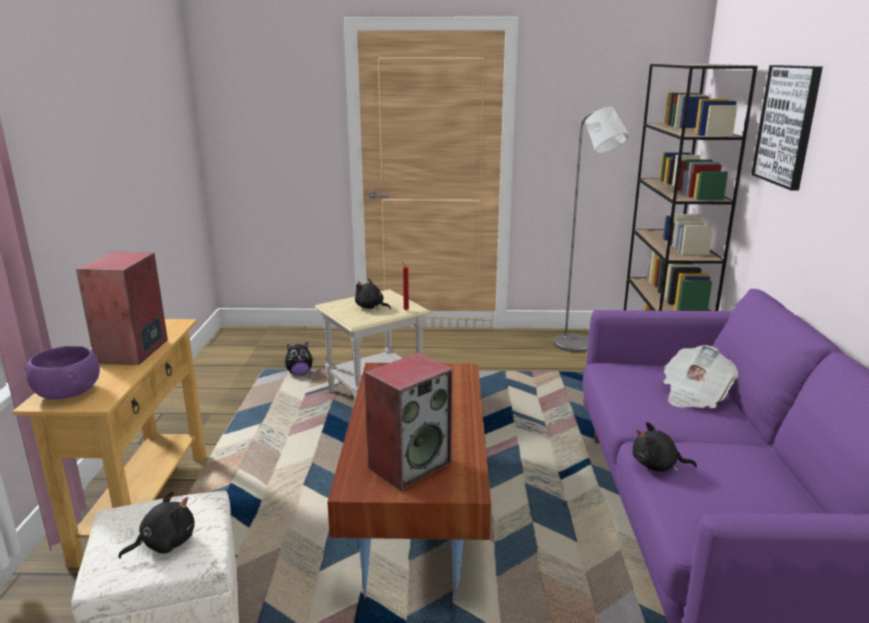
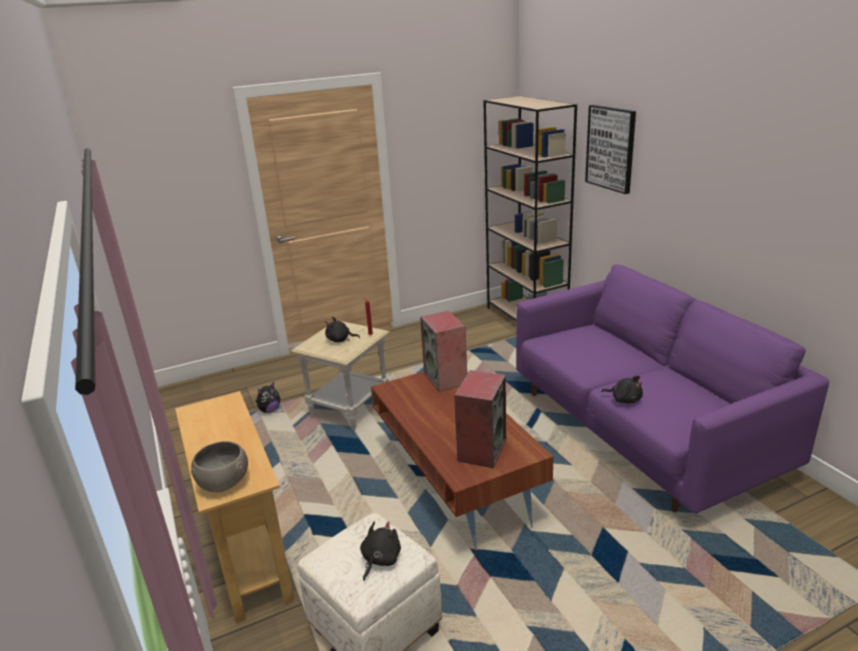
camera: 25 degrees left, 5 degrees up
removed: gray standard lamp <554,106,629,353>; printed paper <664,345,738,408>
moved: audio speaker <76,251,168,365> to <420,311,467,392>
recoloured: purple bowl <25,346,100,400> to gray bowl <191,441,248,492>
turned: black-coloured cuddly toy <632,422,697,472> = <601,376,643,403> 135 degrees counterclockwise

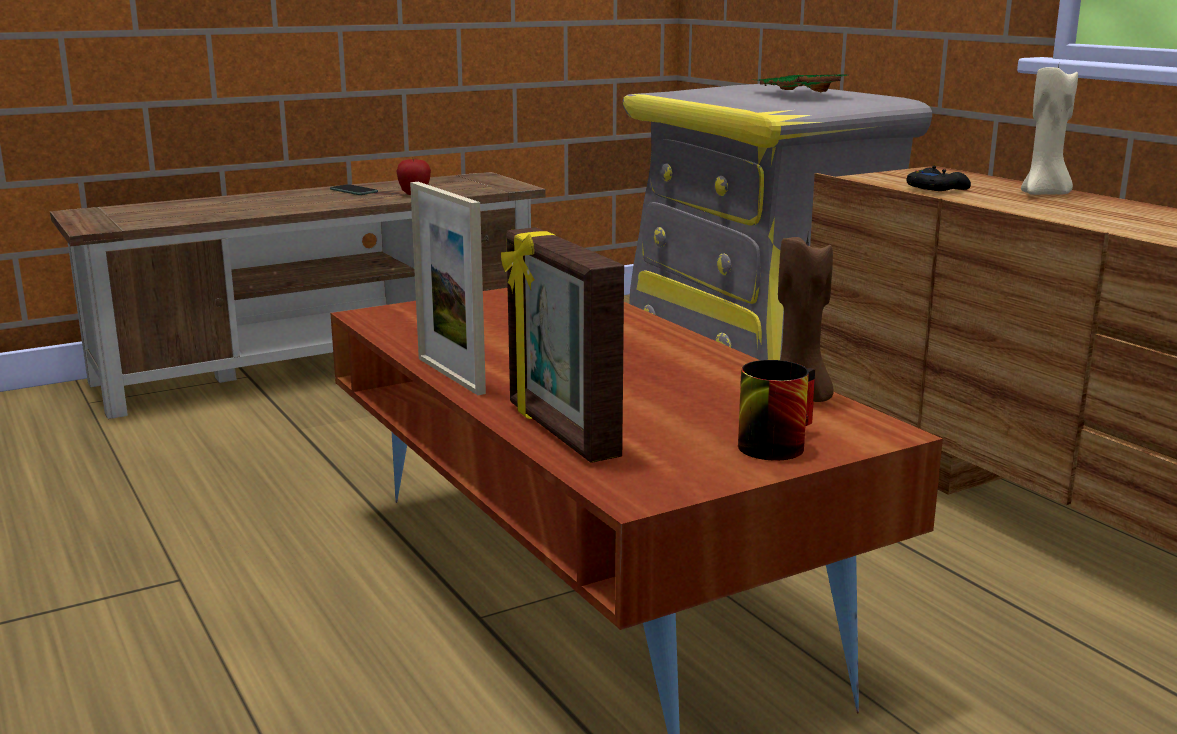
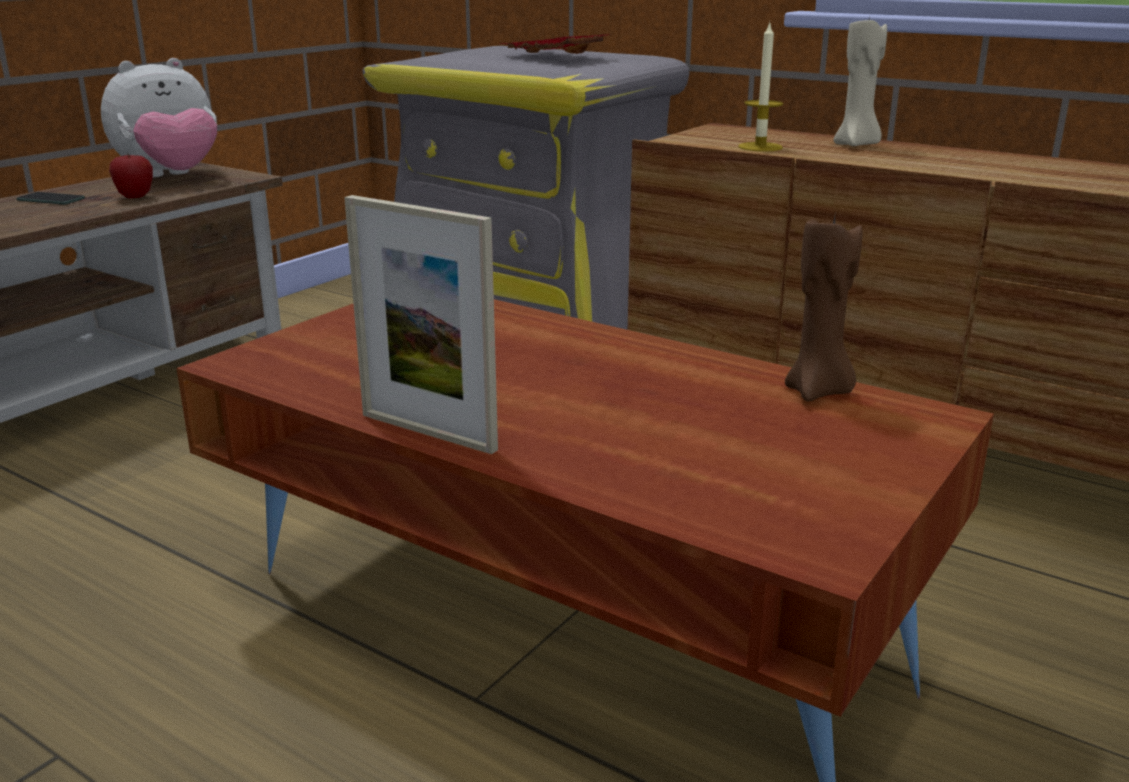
camera: 25 degrees left, 5 degrees up
removed: picture frame <501,227,624,463>; tea mug <738,360,815,460>
added: cuddly toy <101,58,217,178>
replaced: black-coloured game controller <907,166,971,191> to wax candle <738,21,783,152>
recoloured: greenish serving tray <758,74,847,92> to red-coloured serving tray <500,34,613,54>

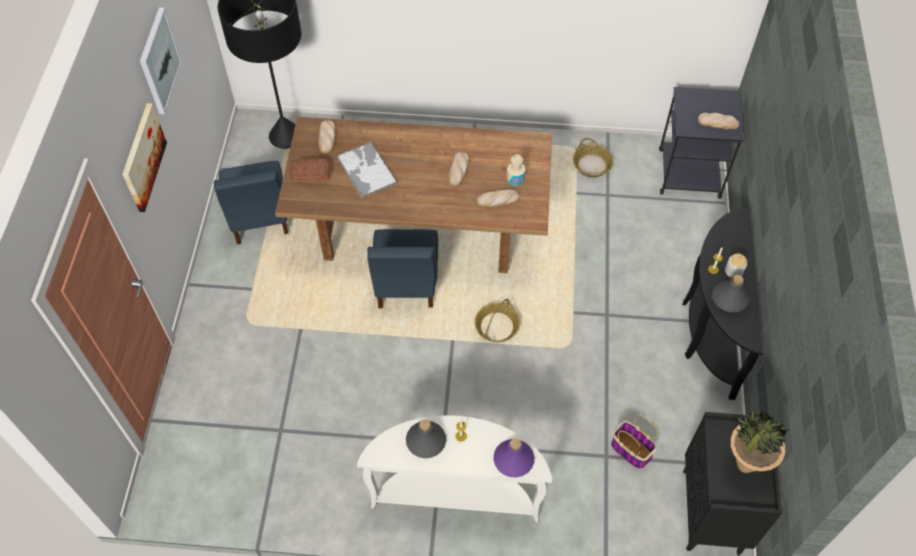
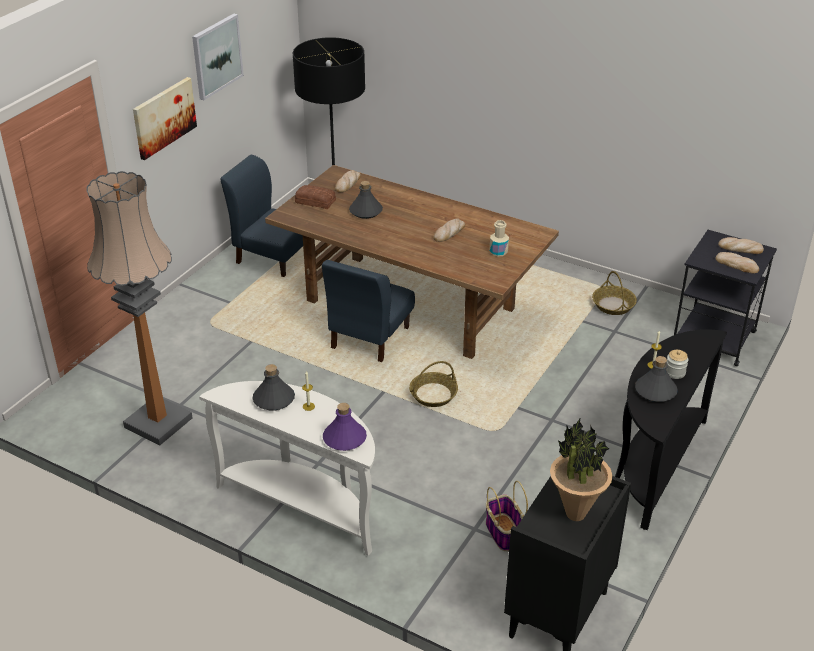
camera: 25 degrees right, 20 degrees down
added: standard lamp <87,171,193,445>
moved: bakery bread <477,189,520,207> to <718,237,764,254>
replaced: serving tray <337,142,398,198> to gray bottle <349,181,383,219>
turned: bluish upright chair <214,161,289,245> = <220,155,303,277> 105 degrees clockwise

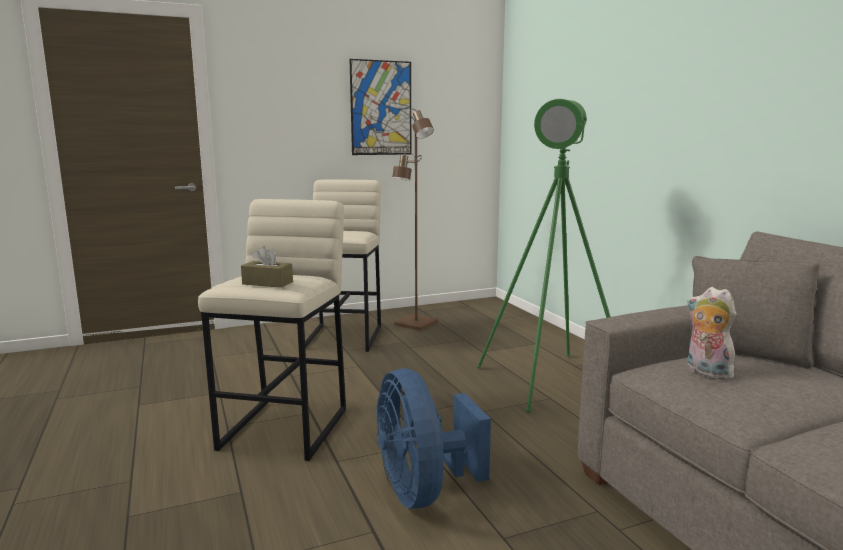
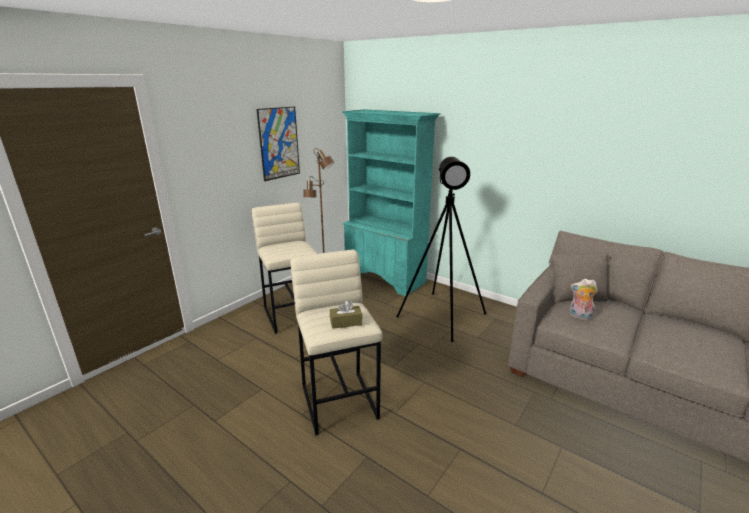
camera: 30 degrees left, 10 degrees up
removed: bluish fan <376,369,491,509>
added: turquoise bookcase <342,109,441,296>
recoloured: greenish standard lamp <477,99,611,413> to black-coloured standard lamp <396,157,487,342>

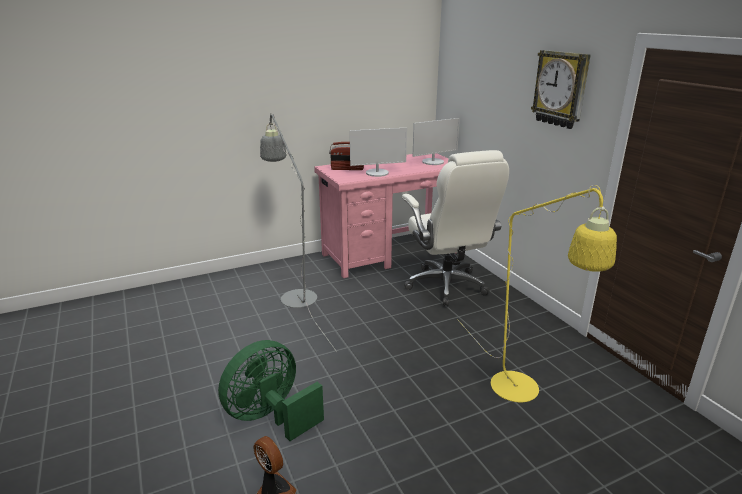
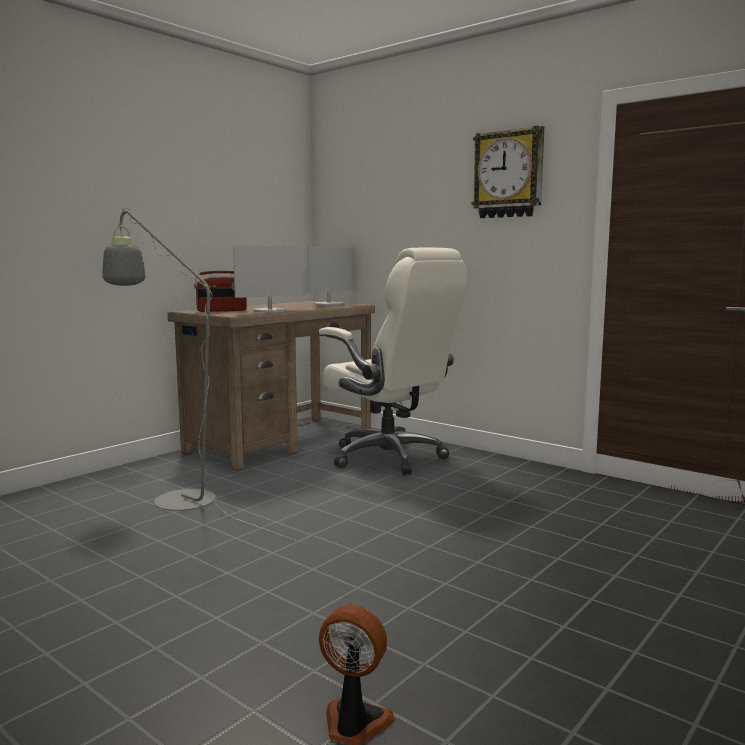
camera: 25 degrees left, 15 degrees down
removed: greenish fan <218,340,324,441>; yellow standard lamp <457,185,617,402>
recoloured: pink desk table <314,153,456,278> to brown-coloured desk table <168,301,375,471>

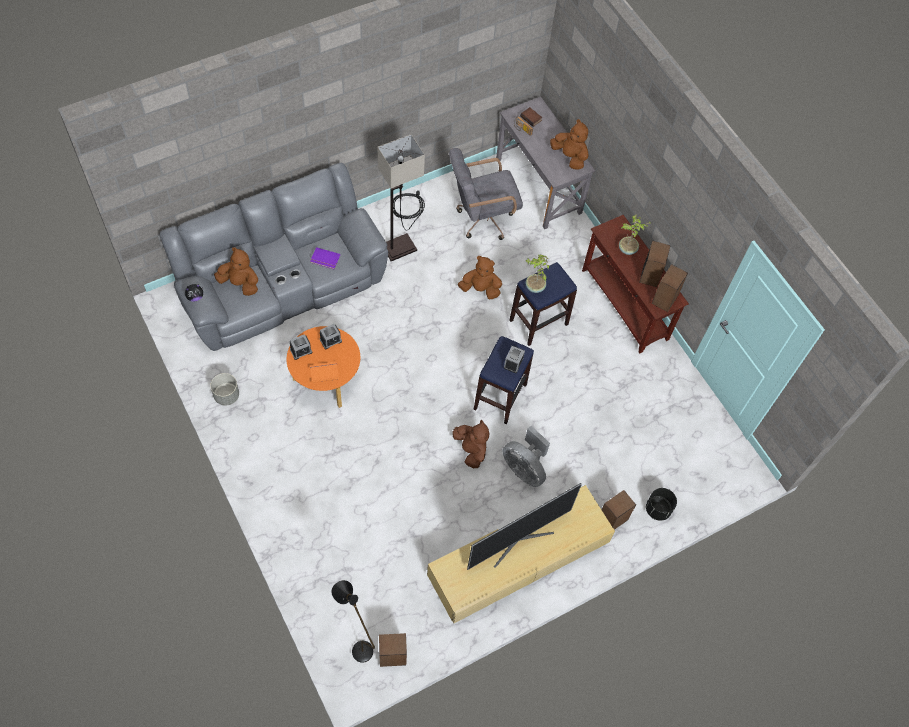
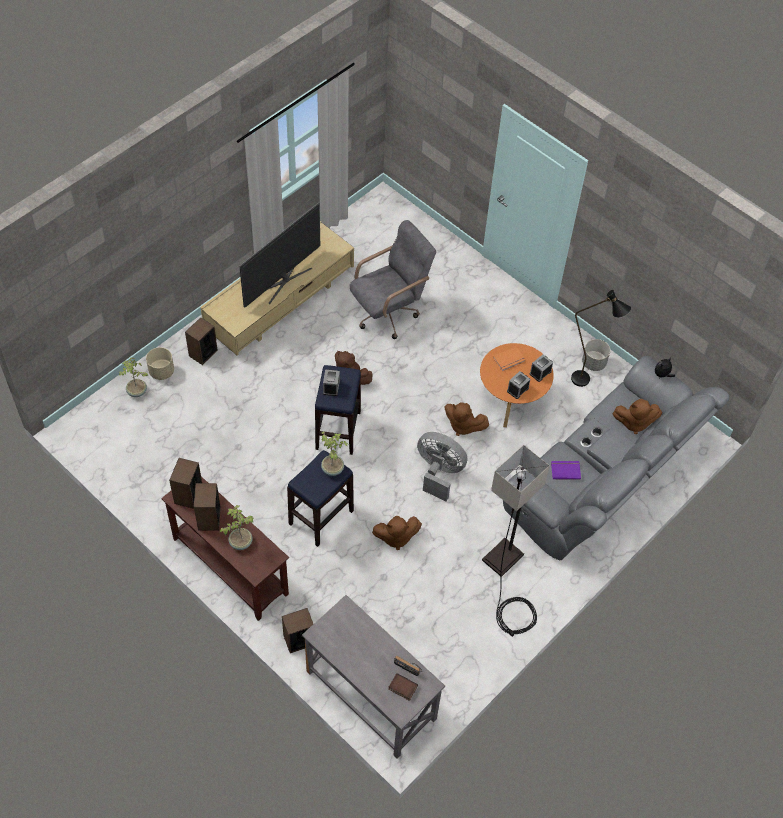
camera: 165 degrees right, 5 degrees down
added: potted plant <119,357,148,397>
moved: black-coloured standard lamp <332,580,375,663> to <571,290,631,387>; audio speaker <379,633,407,667> to <282,608,313,653>; gray computer chair <449,148,523,240> to <350,220,436,339>; gray fan <503,426,550,487> to <417,432,467,502>; brown-coloured cuddly toy <550,119,589,170> to <445,402,489,436>
recoloured: black-coloured planter <646,488,677,521> to beige-coloured planter <146,347,174,380>

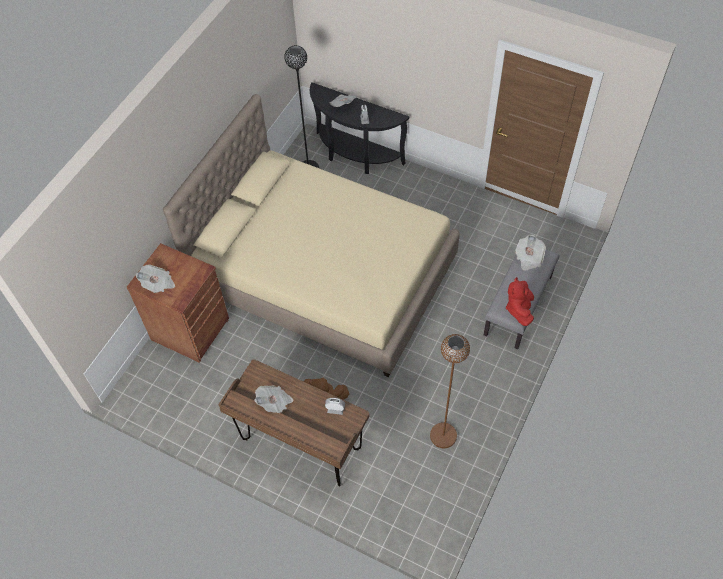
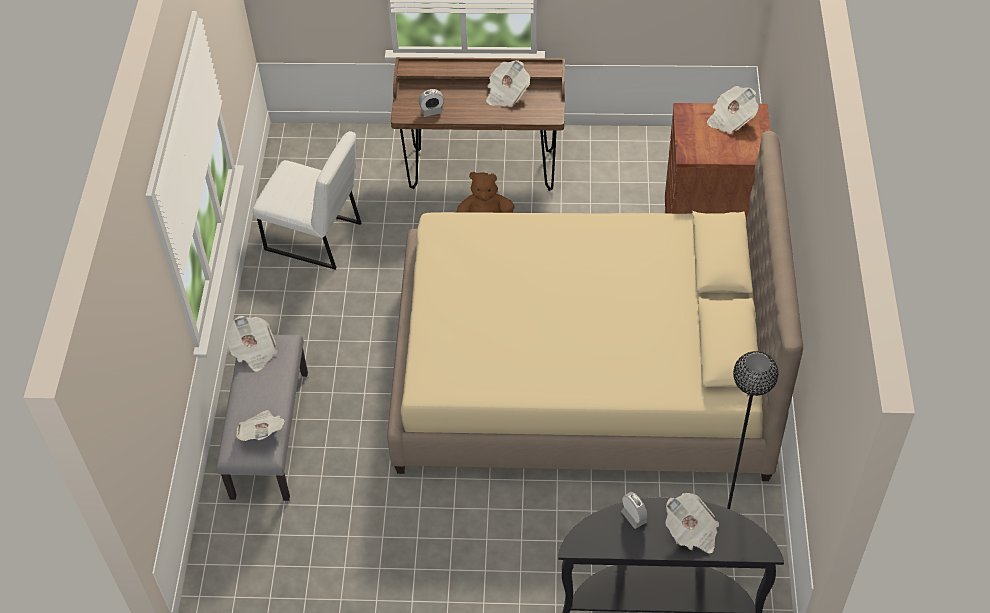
camera: 155 degrees right, 5 degrees down
replaced: brown-coloured standard lamp <430,334,470,448> to white upright chair <253,131,361,270>; red-coloured cuddly toy <506,277,534,326> to printed paper <225,315,277,371>

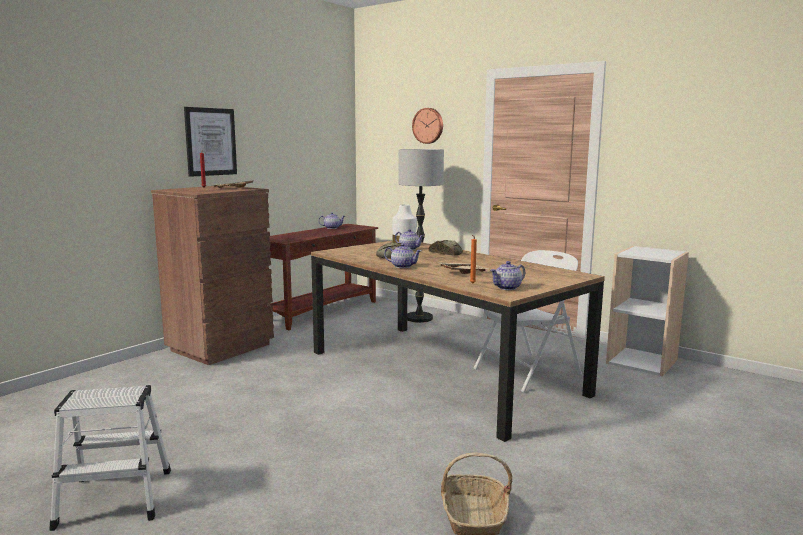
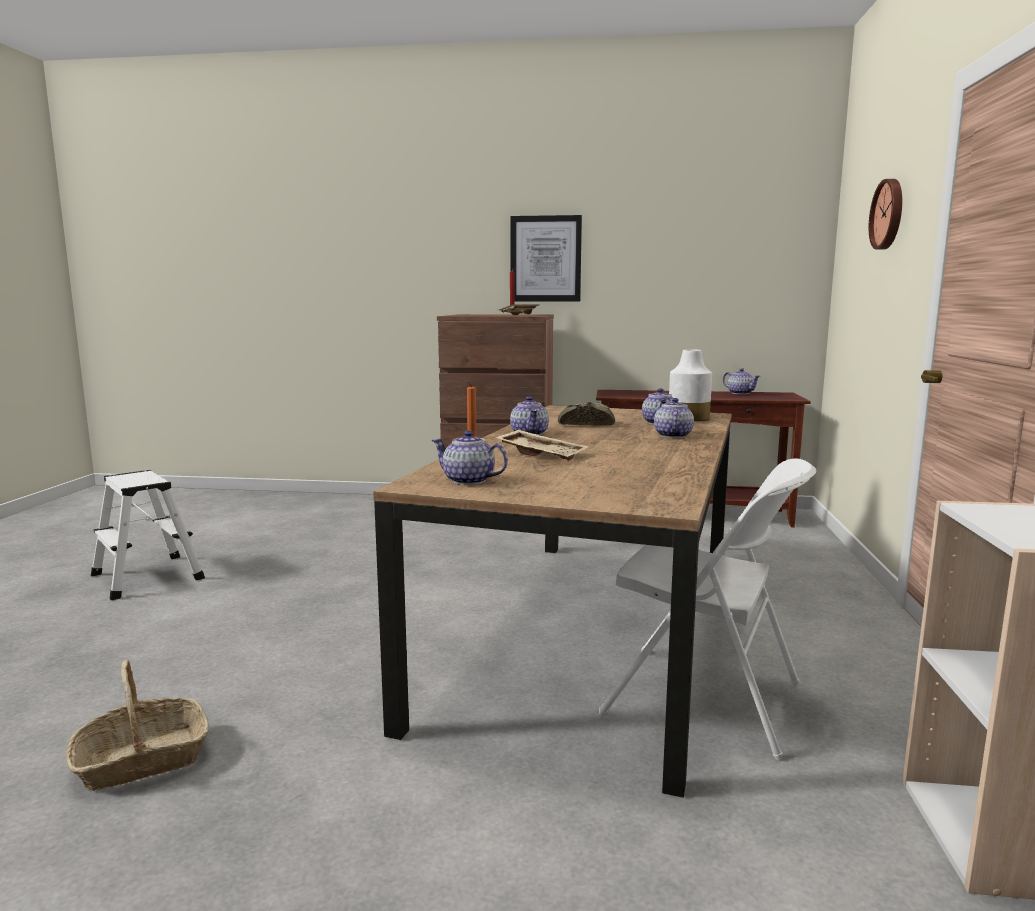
camera: 60 degrees right, 0 degrees up
removed: standard lamp <398,149,444,323>
replaced: bakery bread <429,240,463,256> to tea pot <654,398,694,438>

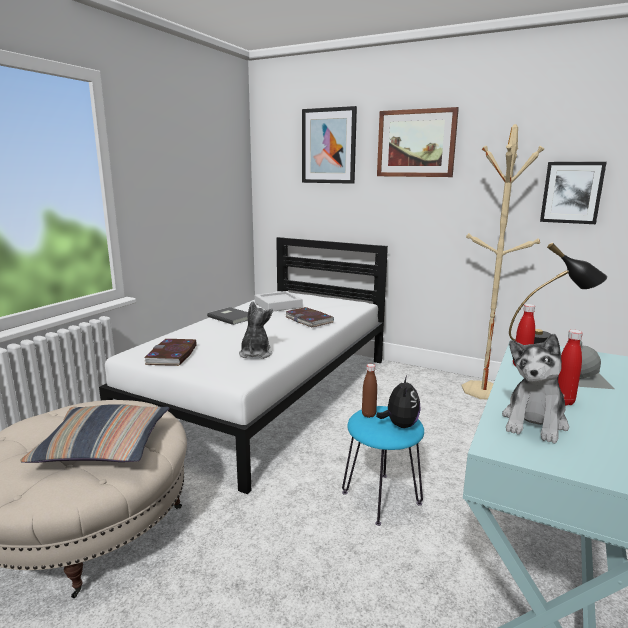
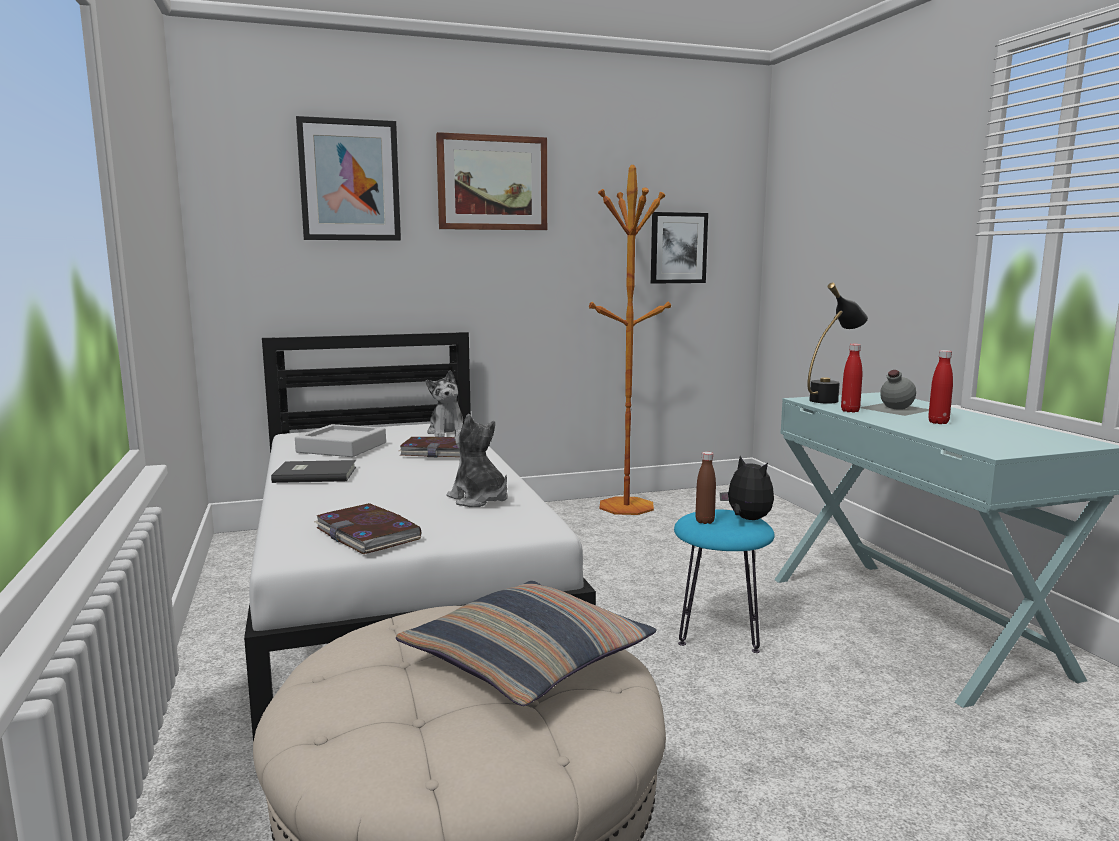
camera: 45 degrees left, 5 degrees down
moved: cuddly toy <502,334,569,443> to <426,370,463,437>
recoloured: beige-coloured garment stand <461,124,544,400> to orangey garment stand <589,165,671,515>

